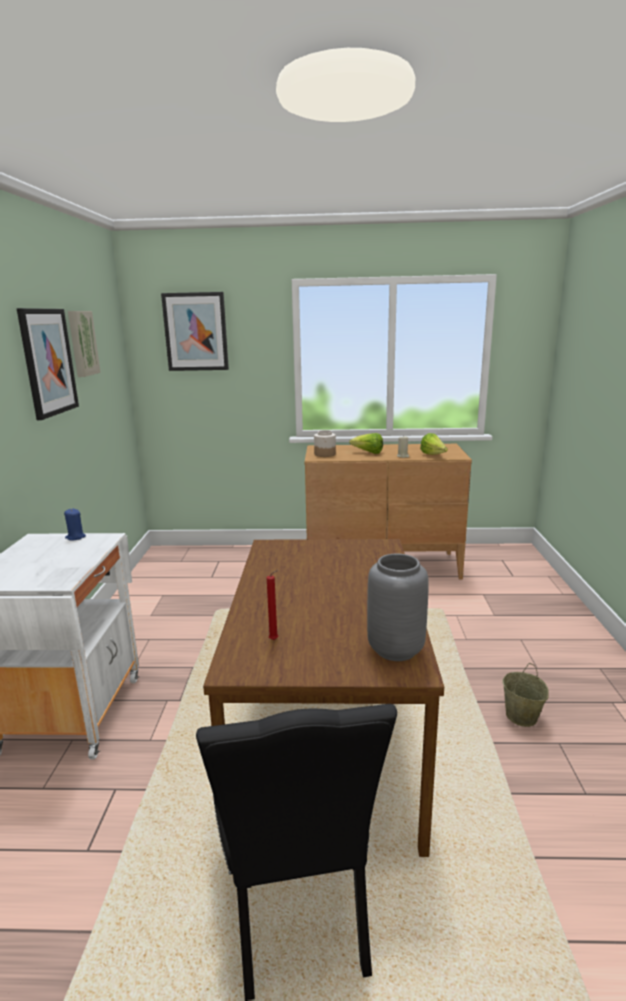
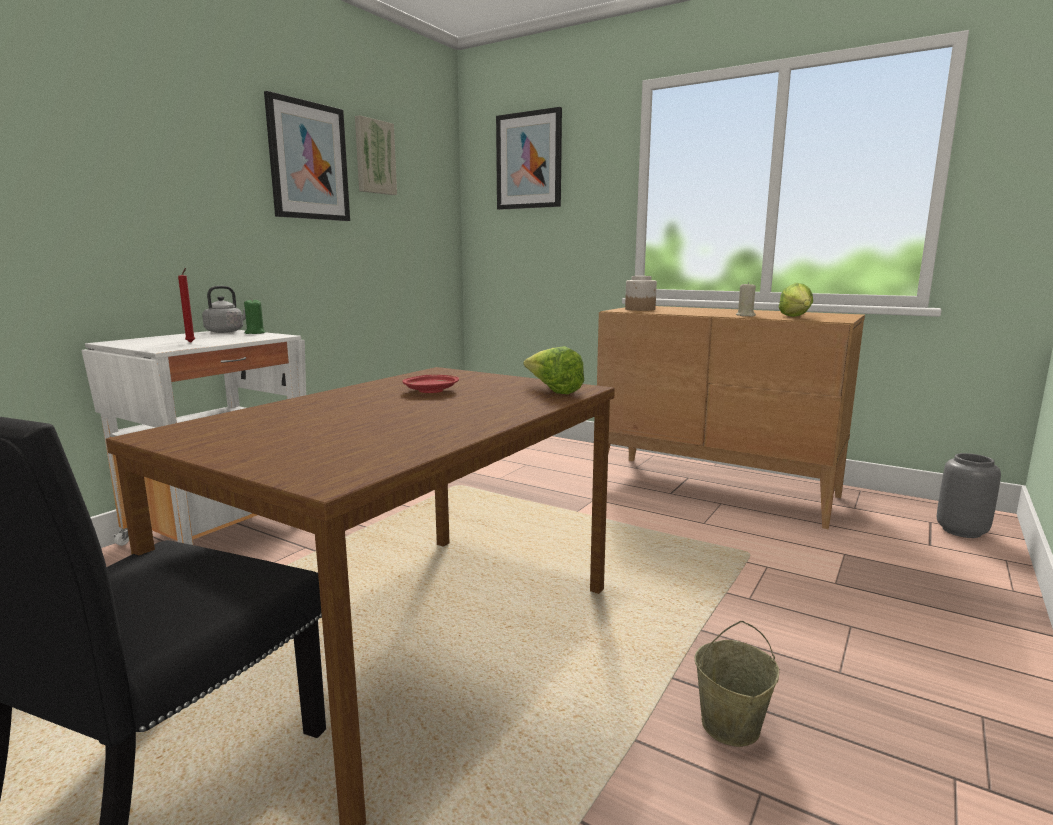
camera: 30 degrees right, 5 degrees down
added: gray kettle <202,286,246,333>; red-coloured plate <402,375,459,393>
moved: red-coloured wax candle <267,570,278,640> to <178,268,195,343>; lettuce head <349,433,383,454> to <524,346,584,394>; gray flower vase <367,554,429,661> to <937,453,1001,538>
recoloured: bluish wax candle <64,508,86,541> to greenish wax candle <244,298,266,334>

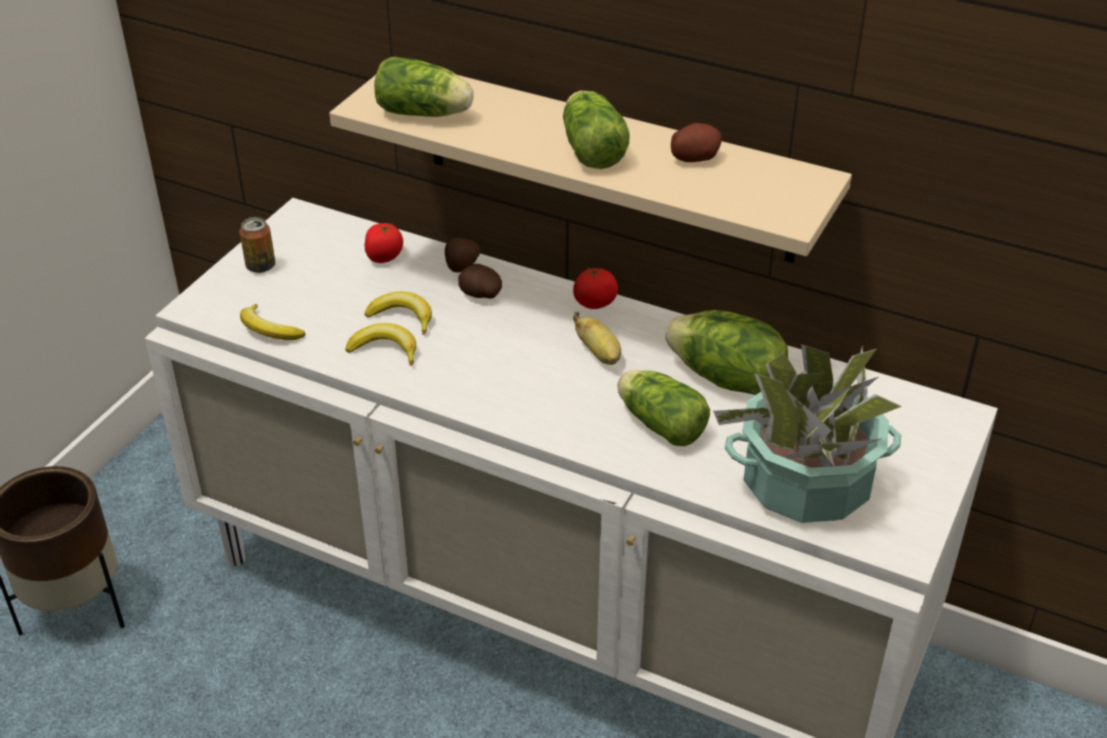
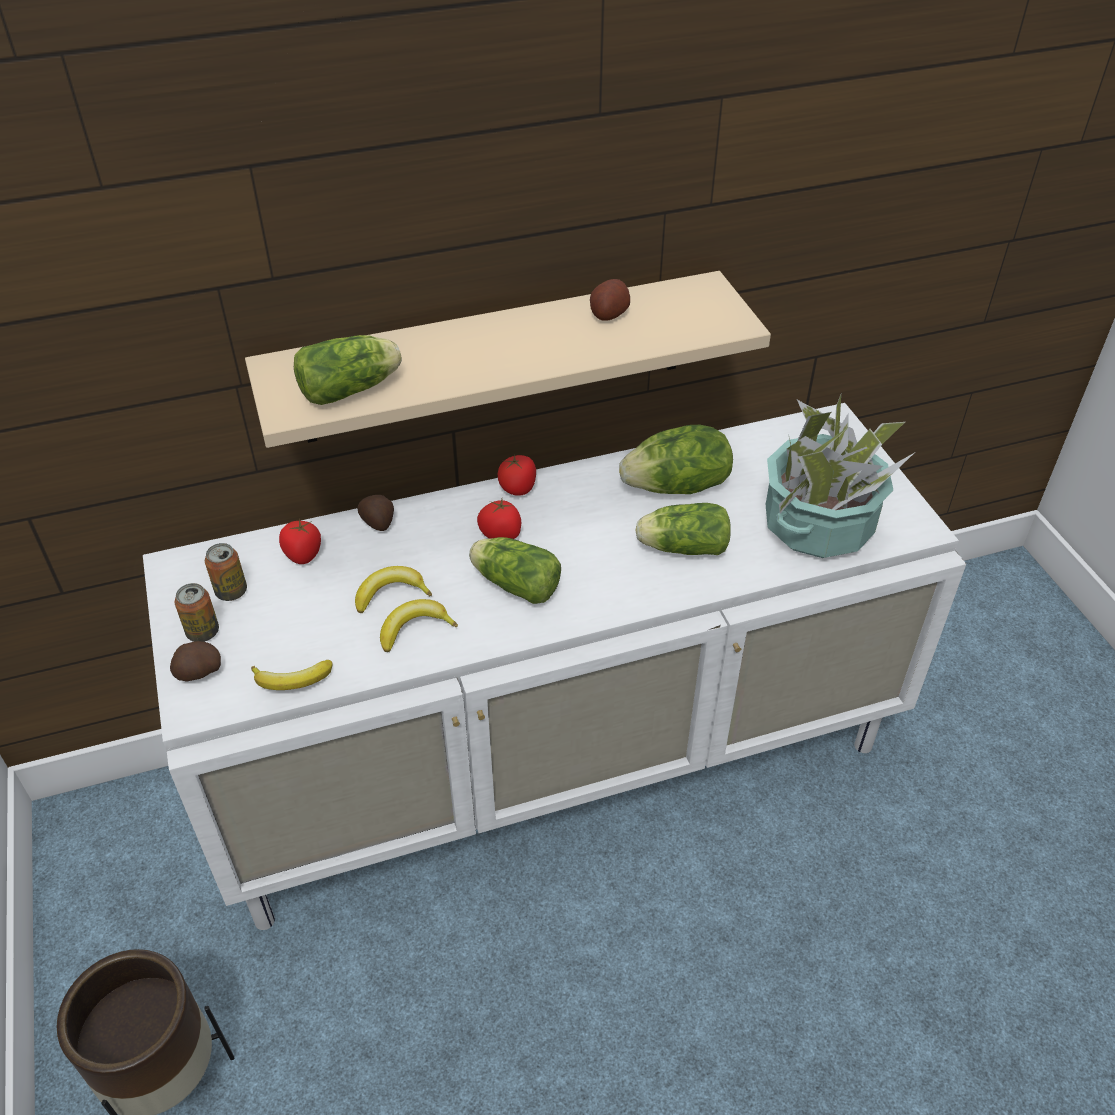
camera: 45 degrees left, 5 degrees up
removed: whole banana <573,312,621,365>
added: sealed can <205,543,247,601>; fresh tomato <477,499,521,539>
moved: spud <458,264,502,299> to <170,641,221,682>; lettuce head <563,91,629,169> to <469,537,561,604>

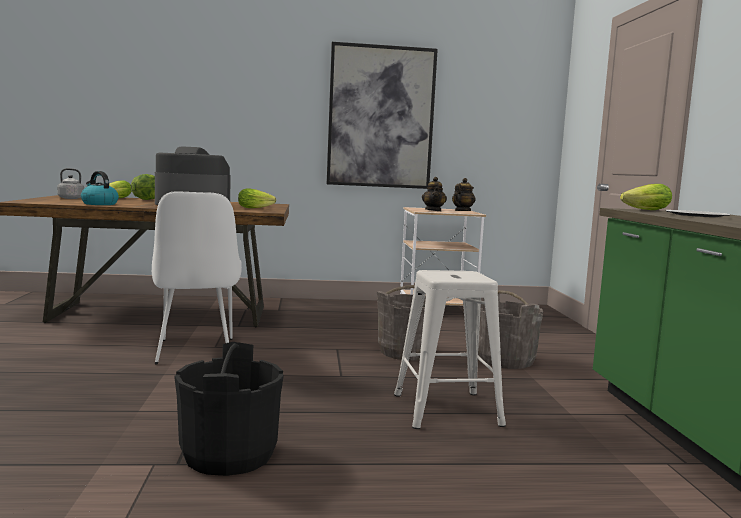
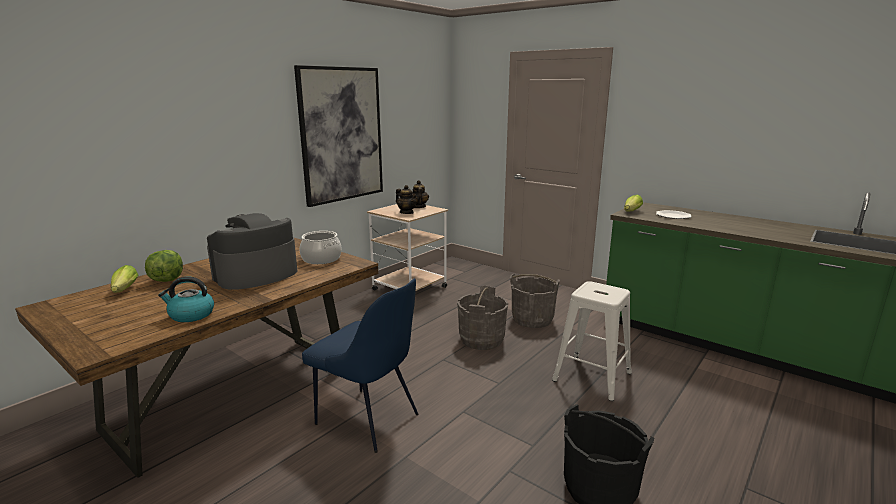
camera: 45 degrees left, 10 degrees up
removed: gray kettle <57,168,87,199>
replaced: lettuce head <238,189,276,208> to stockpot <300,231,342,264>
recoloured: white upright chair <152,191,242,365> to bluish upright chair <302,278,419,453>

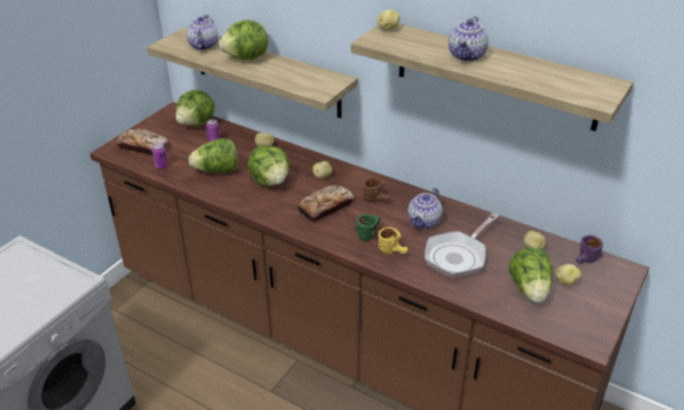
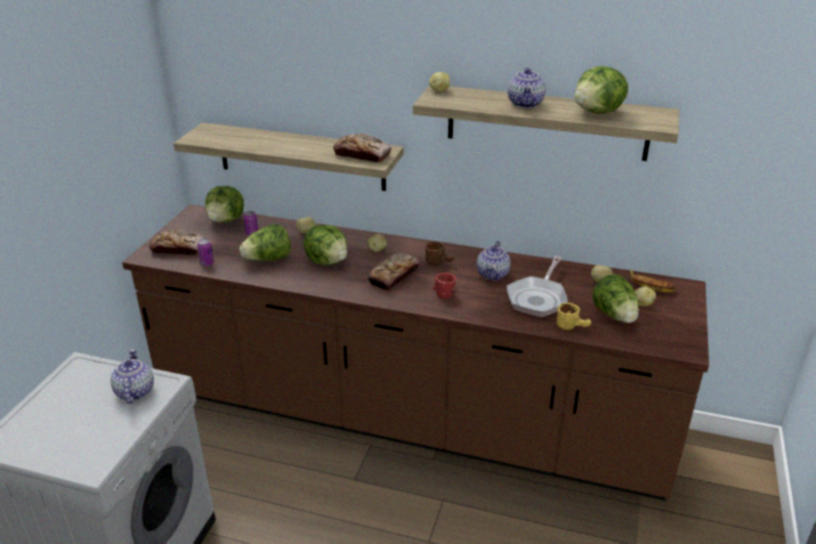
camera: 15 degrees left, 5 degrees down
added: bakery bread <333,134,392,163>
moved: tea pot <186,15,218,50> to <111,349,154,404>; lettuce head <219,20,268,60> to <574,66,628,114>; yellow tea mug <378,227,408,254> to <557,303,591,330>
replaced: purple tea mug <576,235,603,264> to whole banana <630,269,677,293>
recoloured: greenish tea mug <355,214,381,241> to red-coloured tea mug <433,272,456,299>

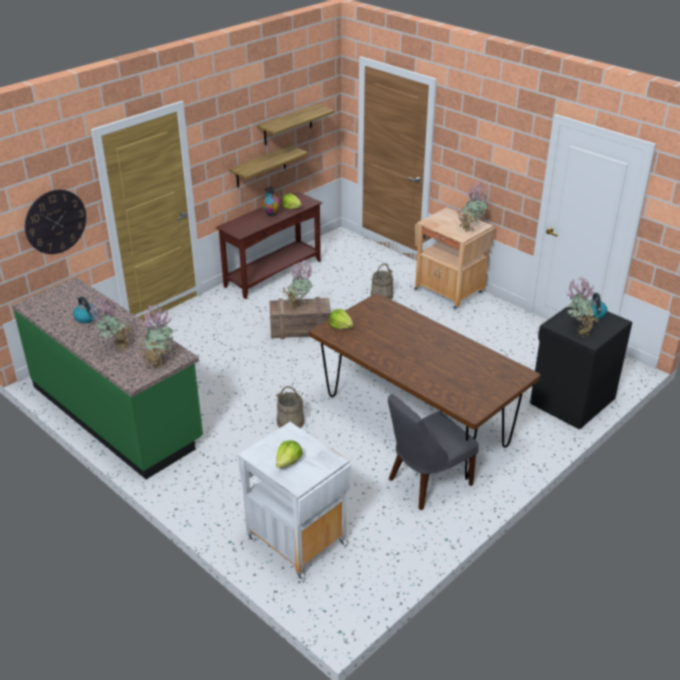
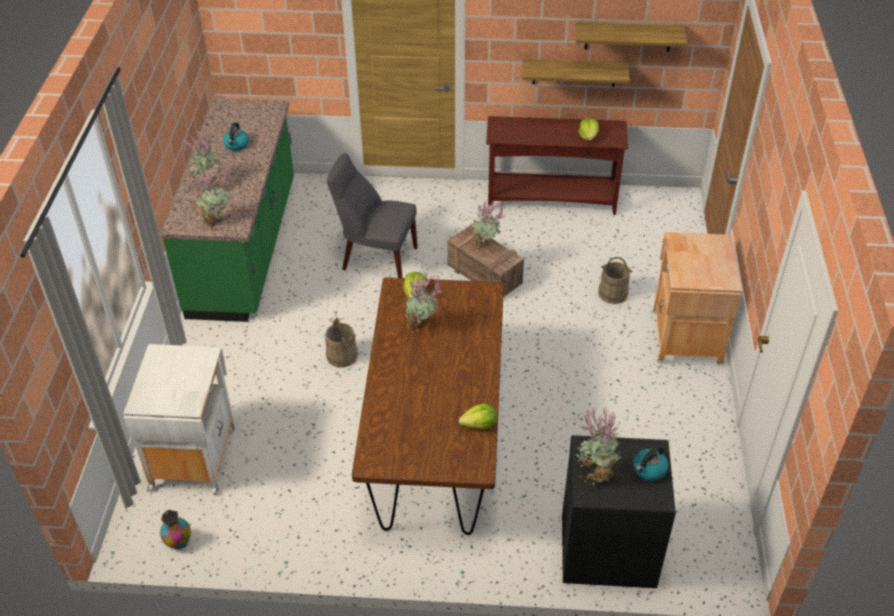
camera: 50 degrees right, 10 degrees up
removed: wall clock <25,190,86,254>
moved: flower vase <262,187,281,216> to <160,510,191,549>; lettuce head <276,440,303,469> to <459,404,497,429>; gray upright chair <388,394,479,510> to <327,153,418,278>; potted plant <456,182,489,232> to <402,273,444,333>

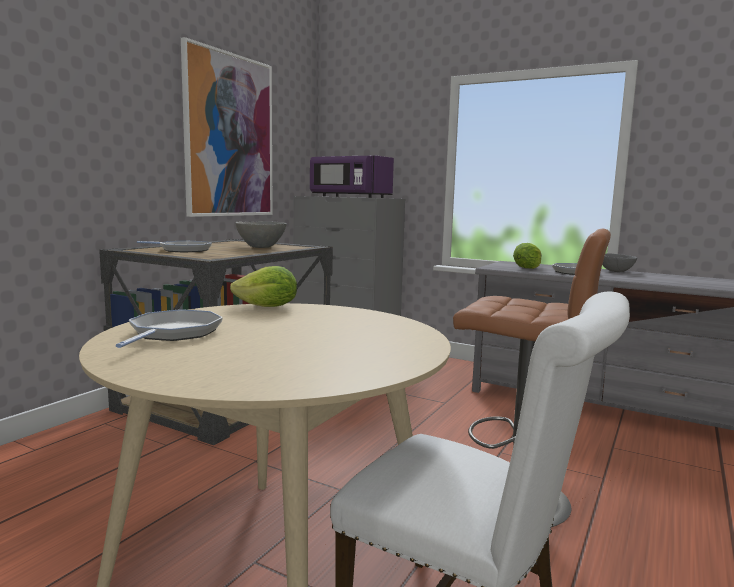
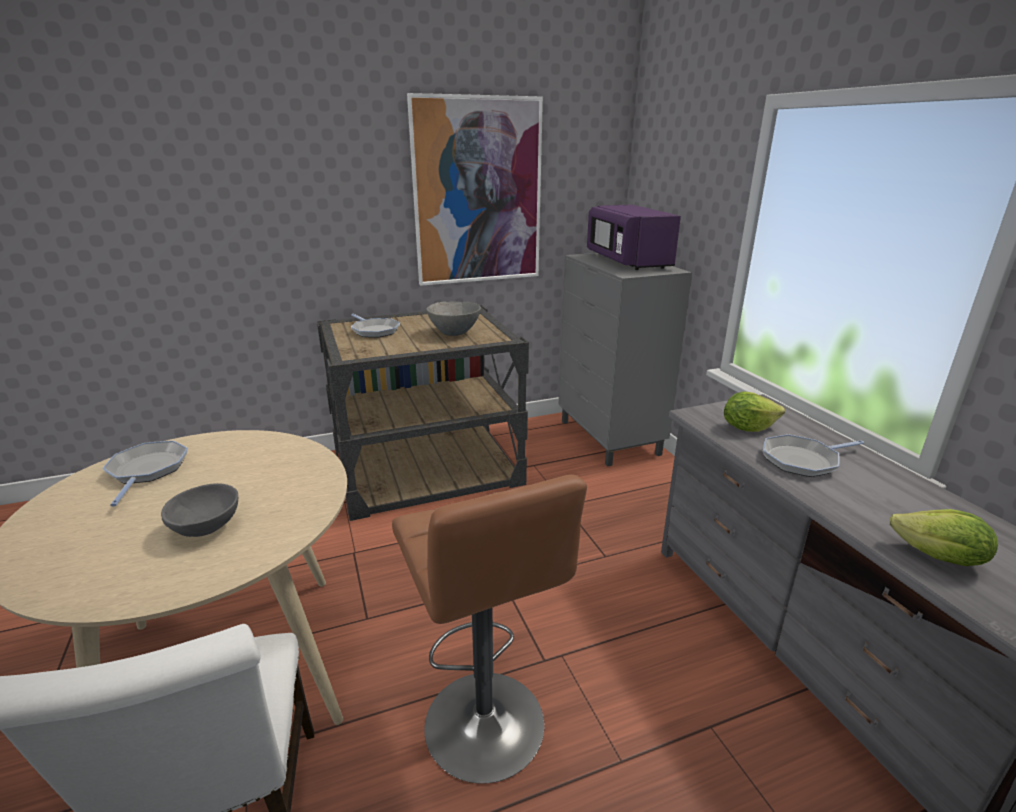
camera: 40 degrees right, 15 degrees up
moved: lettuce head <230,266,297,307> to <890,509,998,566>; gray bowl <602,253,637,272> to <161,483,238,537>
turned: frying pan <115,309,223,348> = <102,441,188,507> 60 degrees counterclockwise

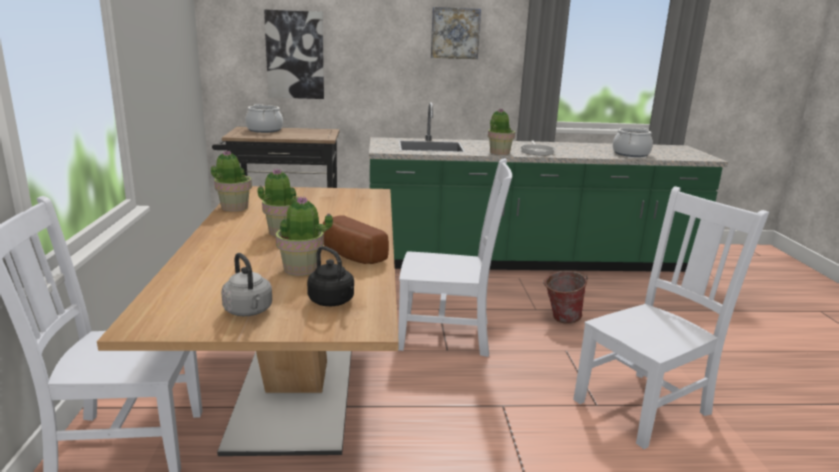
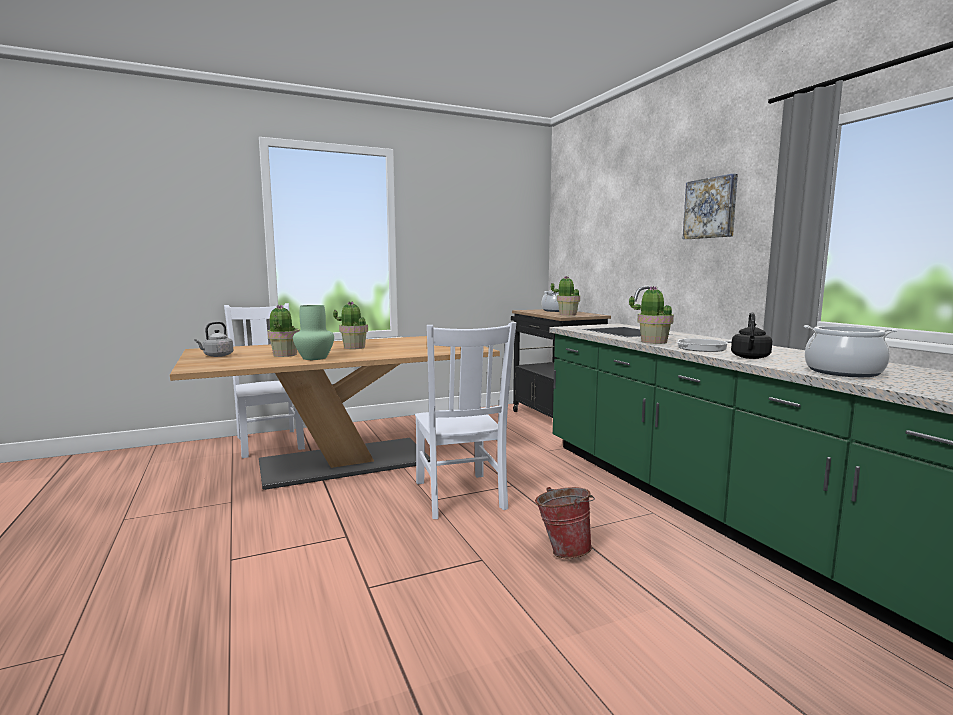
camera: 70 degrees right, 10 degrees down
removed: wall art <264,10,324,99>; white upright chair <573,186,769,449>
moved: potted plant <211,151,252,211> to <551,276,580,316>; black-coloured kettle <307,246,354,306> to <731,312,772,359>
replaced: bakery bread <323,216,389,264> to greenish flower vase <293,305,334,360>

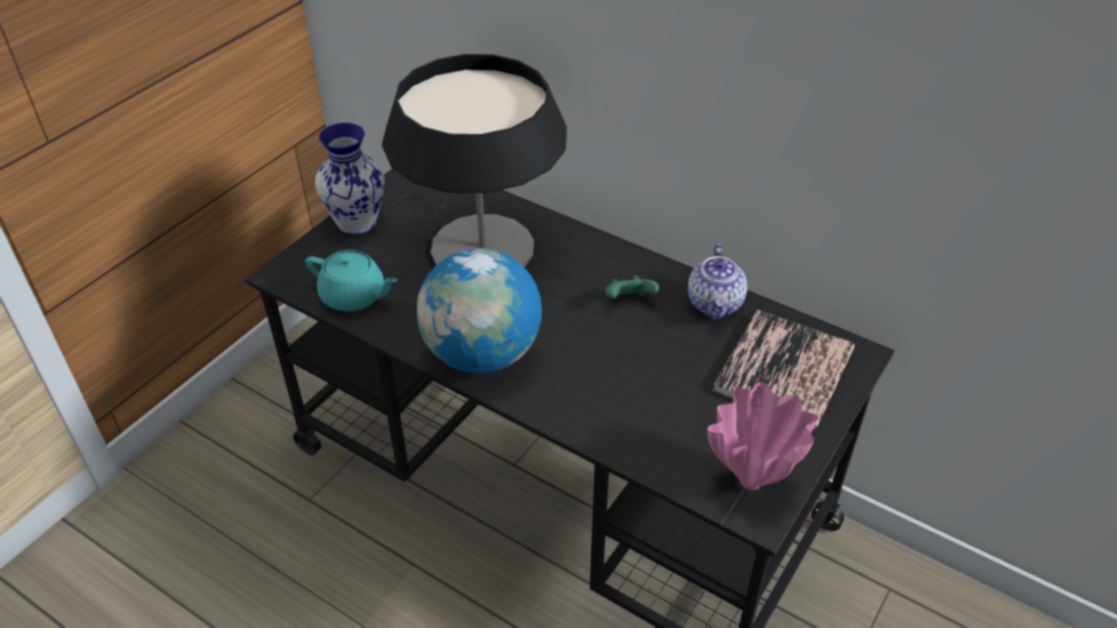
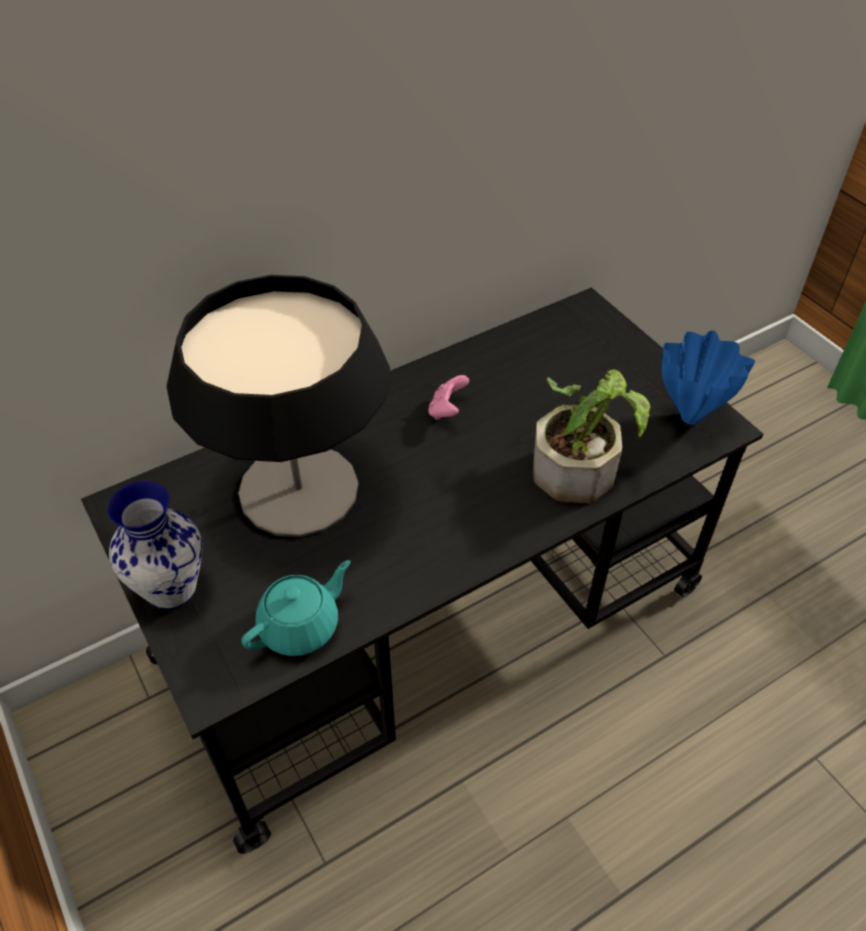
camera: 65 degrees left, 5 degrees up
removed: globe <417,248,542,373>; tea pot <688,244,747,320>; book <713,310,855,429>
added: potted plant <533,369,650,504>
recoloured: greenish game controller <605,275,659,299> to pink game controller <428,375,469,420>; pink flower vase <708,382,818,490> to bluish flower vase <662,331,755,425>

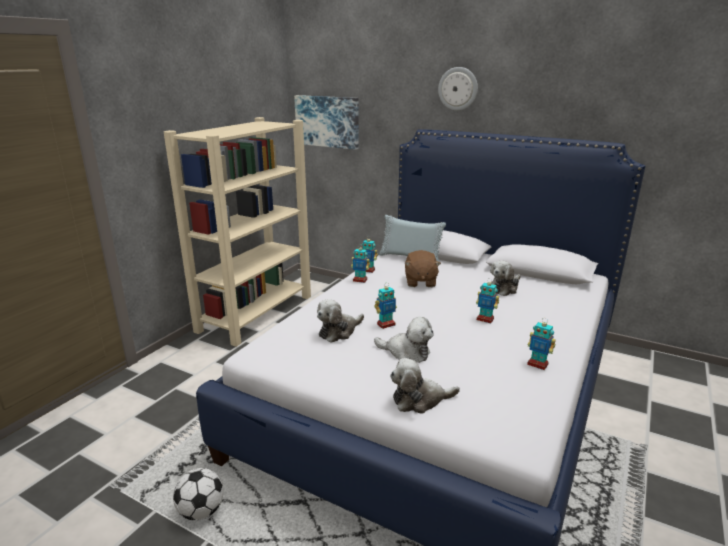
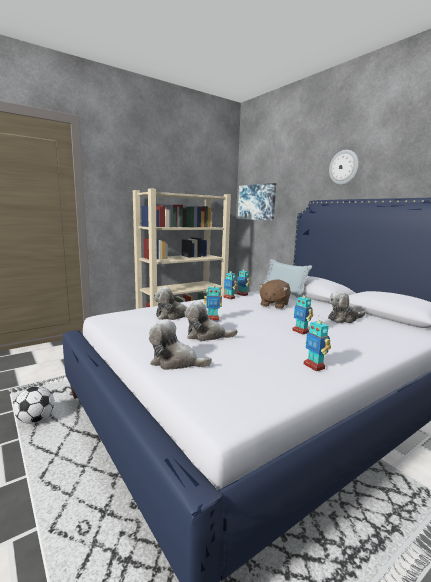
camera: 25 degrees right, 10 degrees down
turned: cuddly toy <374,317,433,363> = <184,301,237,341> 135 degrees clockwise

